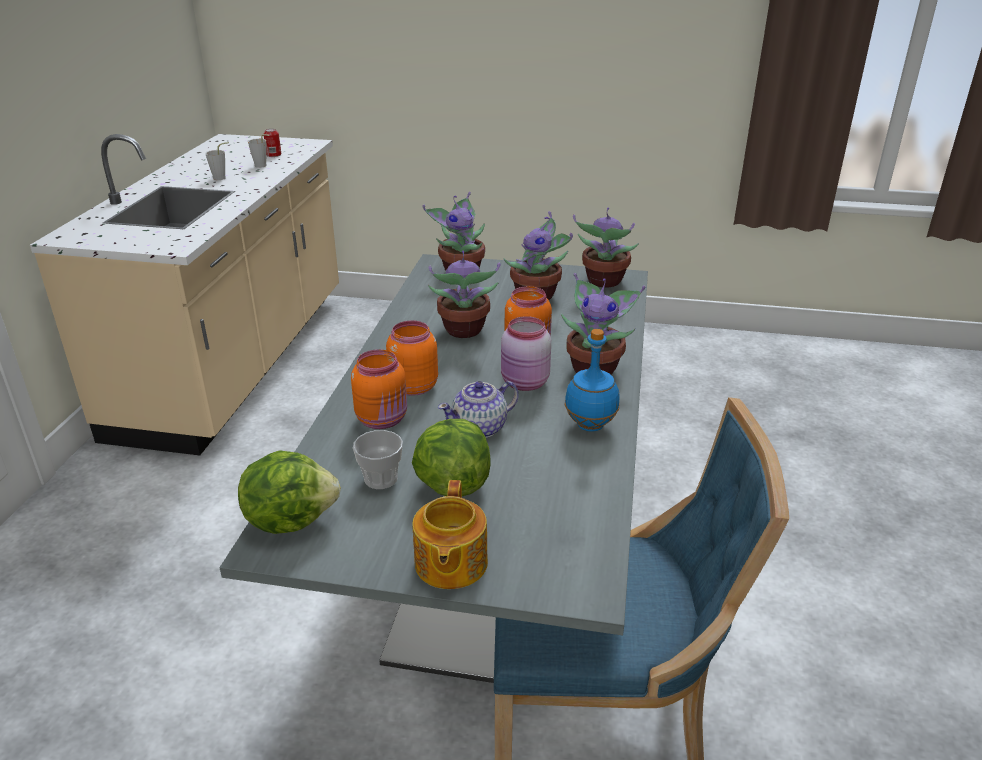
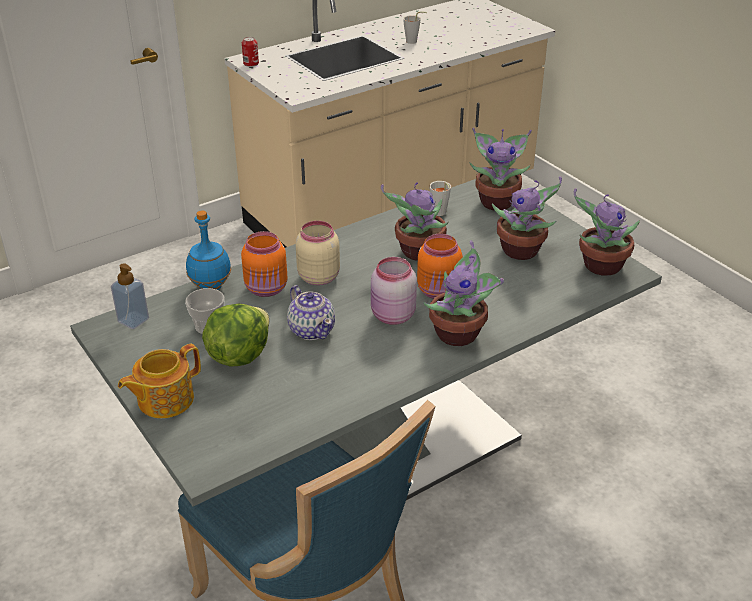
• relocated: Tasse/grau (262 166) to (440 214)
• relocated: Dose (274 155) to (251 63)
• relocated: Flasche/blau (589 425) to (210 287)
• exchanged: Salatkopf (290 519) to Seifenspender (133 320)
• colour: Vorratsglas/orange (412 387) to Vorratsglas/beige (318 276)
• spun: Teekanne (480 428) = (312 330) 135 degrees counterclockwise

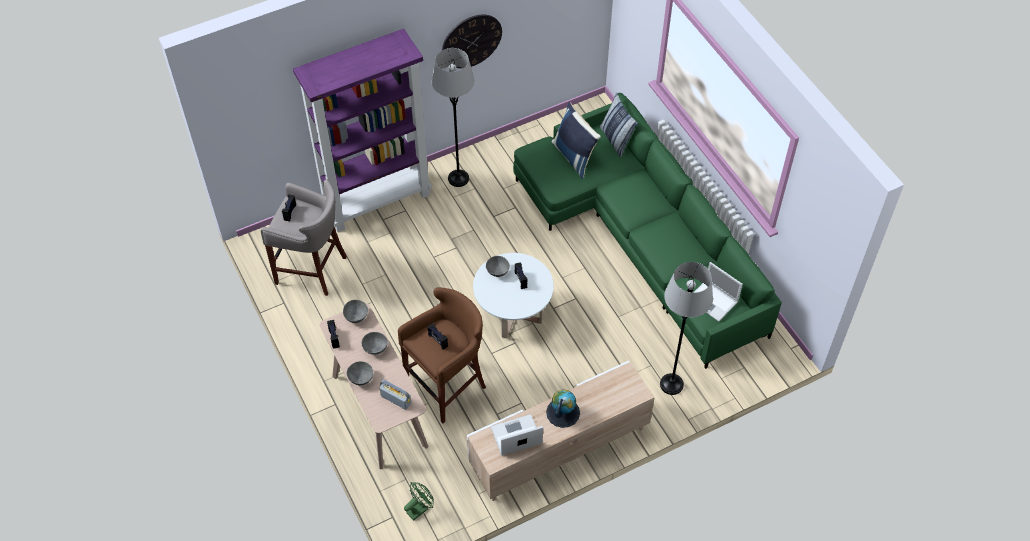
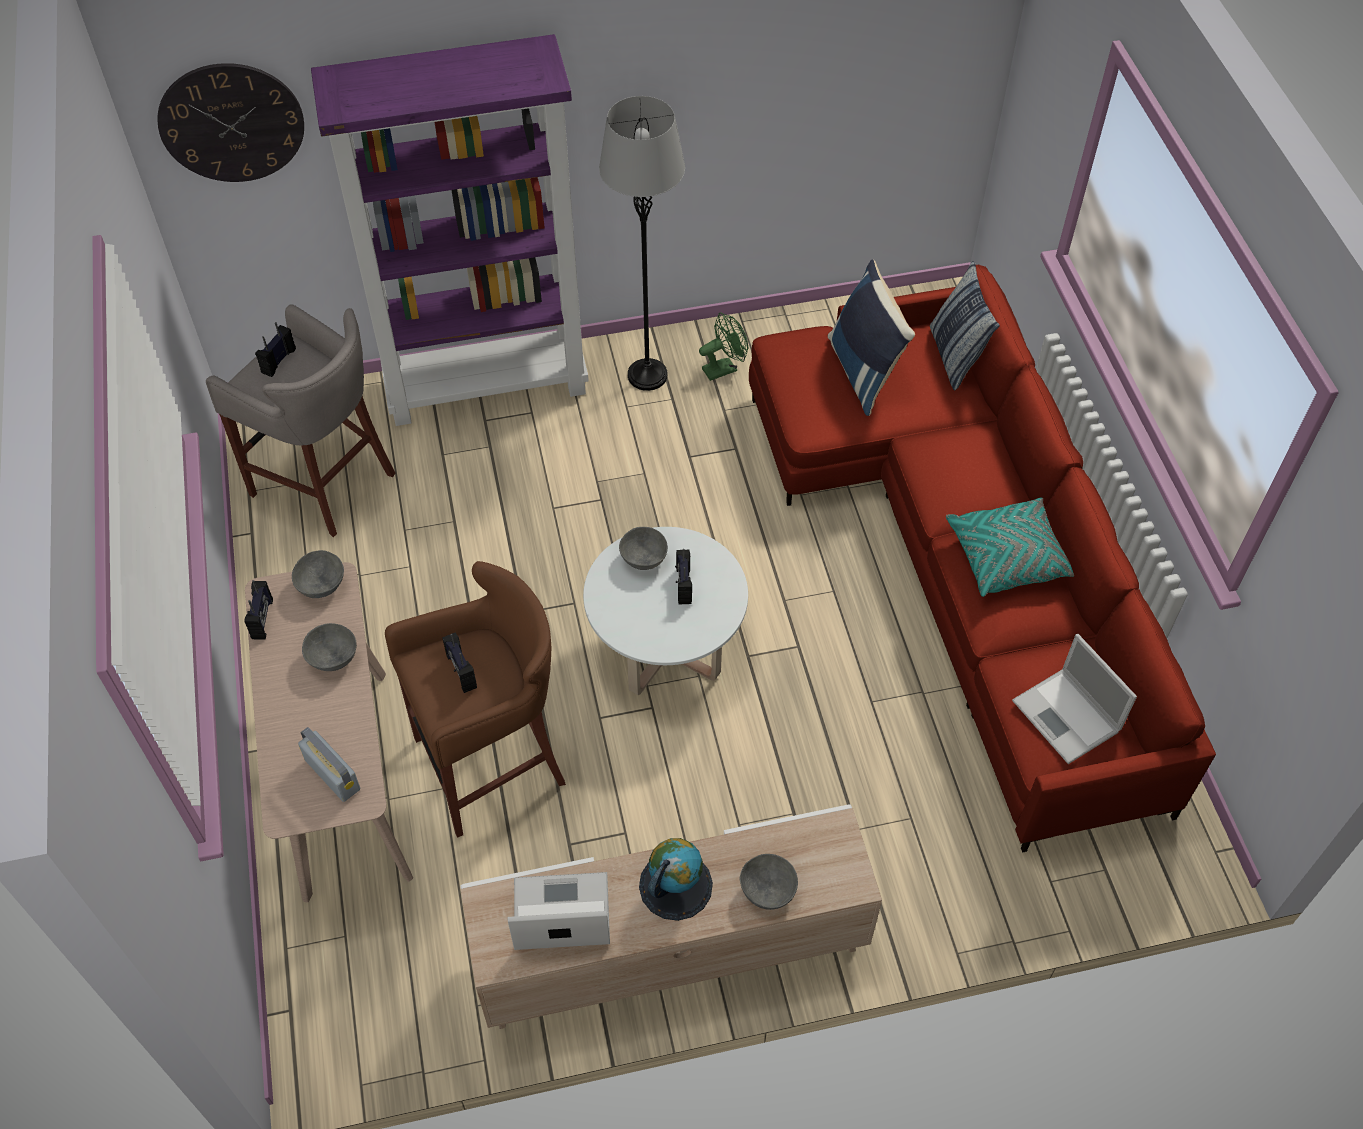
• missing: Stehlampe/grau (671 384)
• appeared: Kissen/türkis (1008 556)
• relocated: Schüssel/grau (360 378) to (767 890)
• relocated: Ventilator/grün (420 508) to (724 368)
• relocated: Wanduhr (471 41) to (231 123)
• colour: Sofa/grün (641 239) to Sofa/rot (961 559)

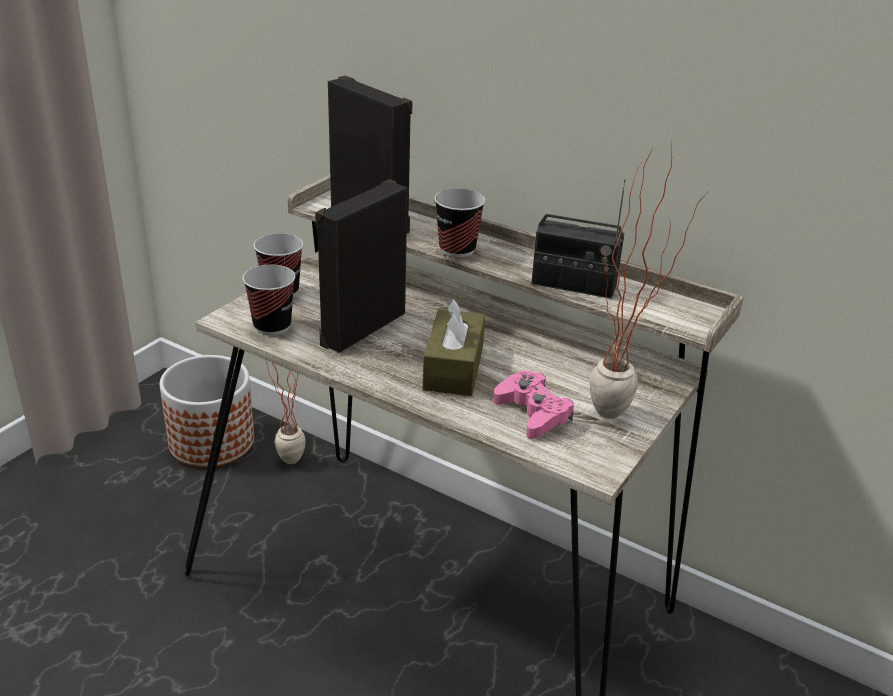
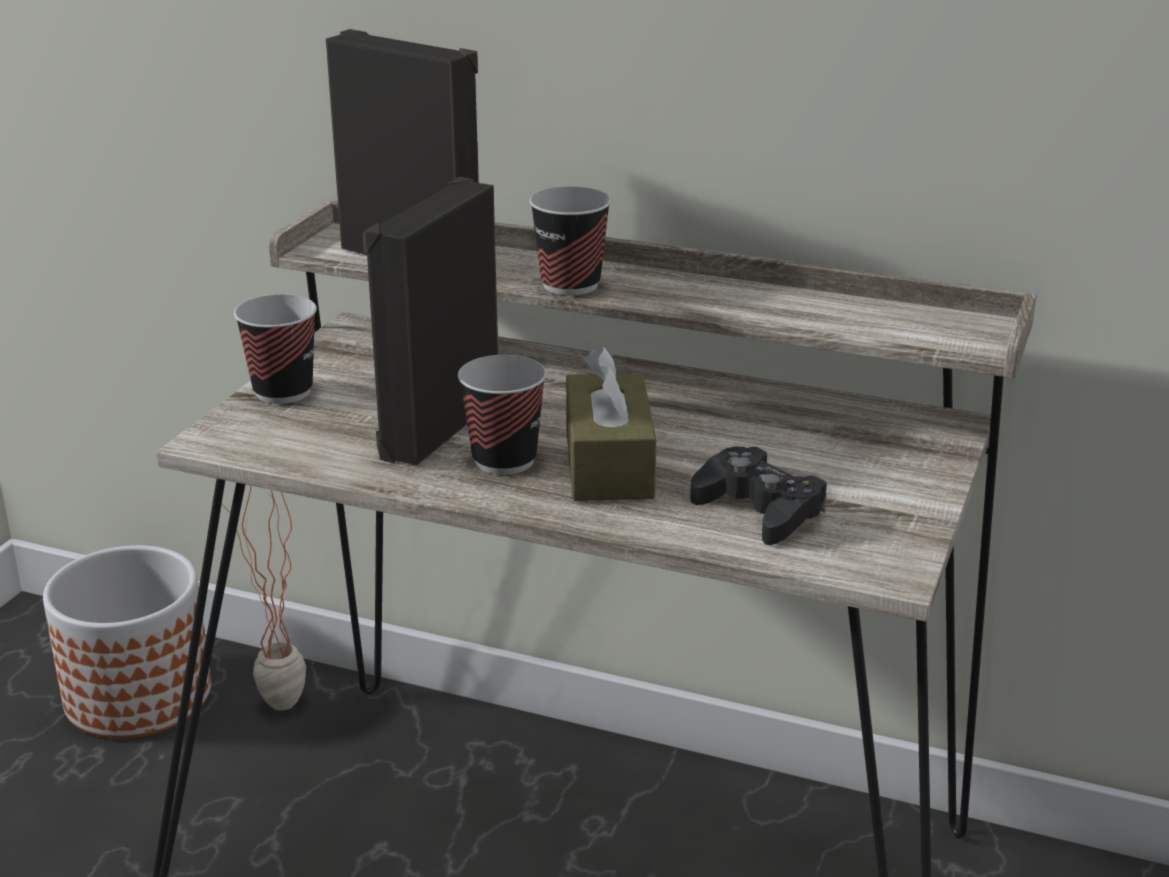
• missing: Radio (573 284)
• missing: Topfpflanze (621 420)
• relocated: Tasse (272 326) to (504 460)
• colour: Gamepad/rosa (532 413) to Gamepad/schwarz (759 509)

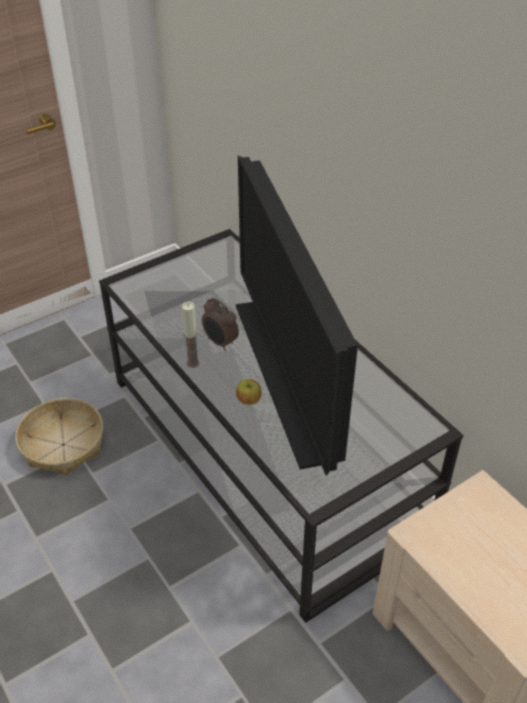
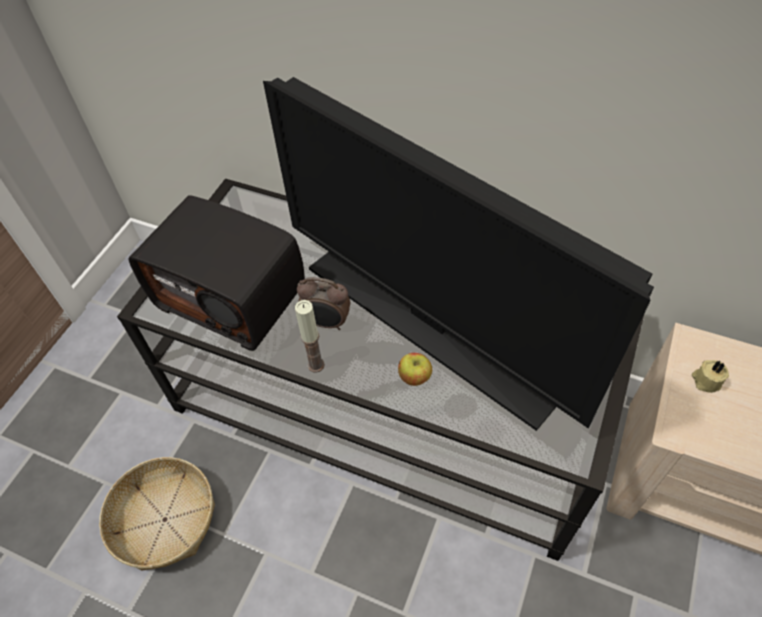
• appeared: Radio (232 295)
• appeared: Kerze/beige (705 381)

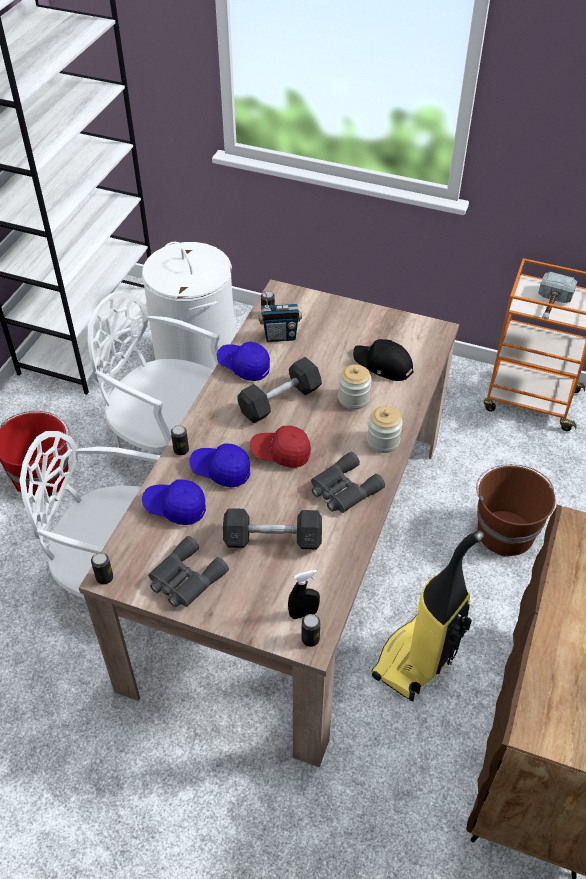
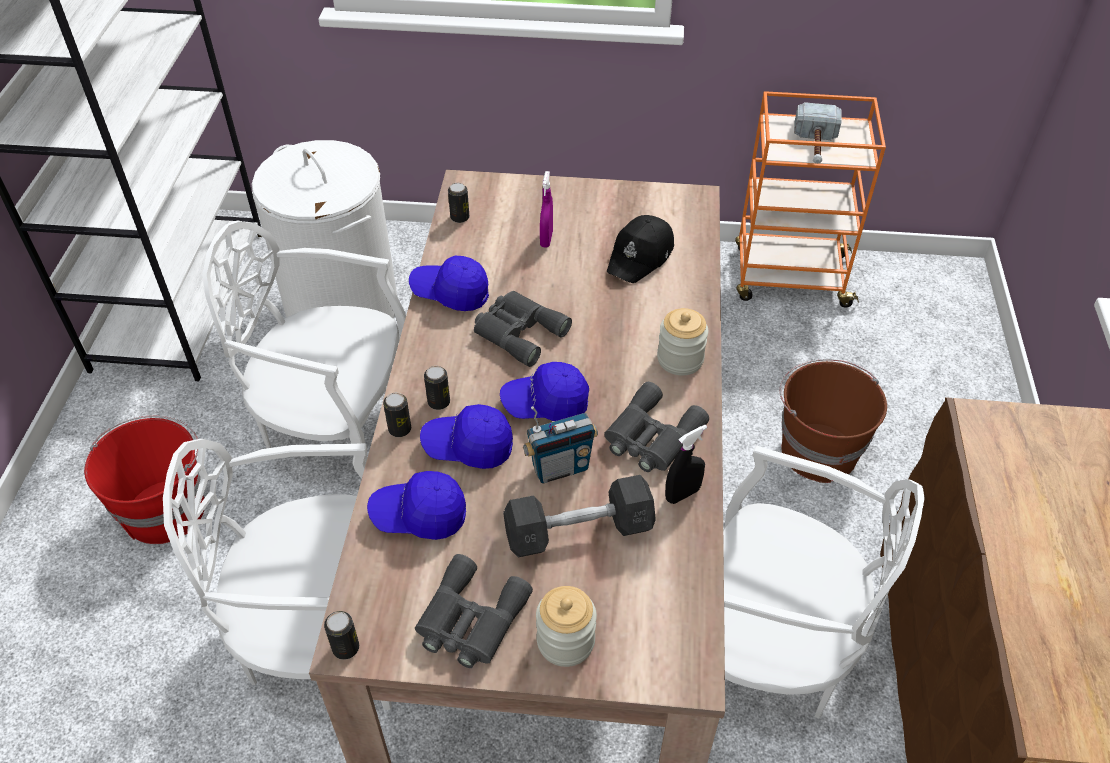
• appeared: Sprühflasche/lila (546 239)
• relocated: Radio (280 336) to (560 468)
• relocated: Sprühflasche/schwarz (303 613) to (682 494)
• relocated: Dose (310 639) to (439 402)
• relocated: Vorratsglas (353 399) to (565 641)
• exchanged: Hantel/grau (280 401) to Fernglas/grau (518 331)
• exchanged: Staubsauger (416 660) to Stuhl/weiß (766 649)
• colour: Kappe/rot (281 453) to Kappe/blau (545 404)
• spun: Kappe/schwarz (383 365) = (641 256) 75 degrees counterclockwise

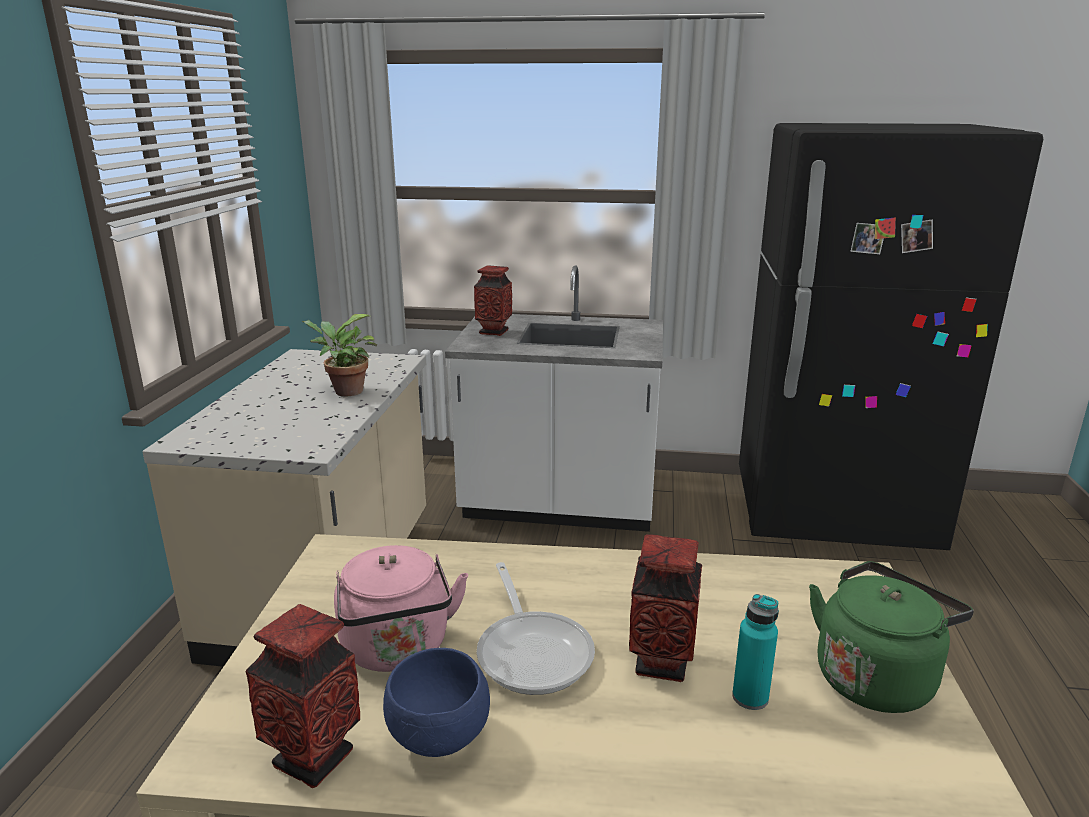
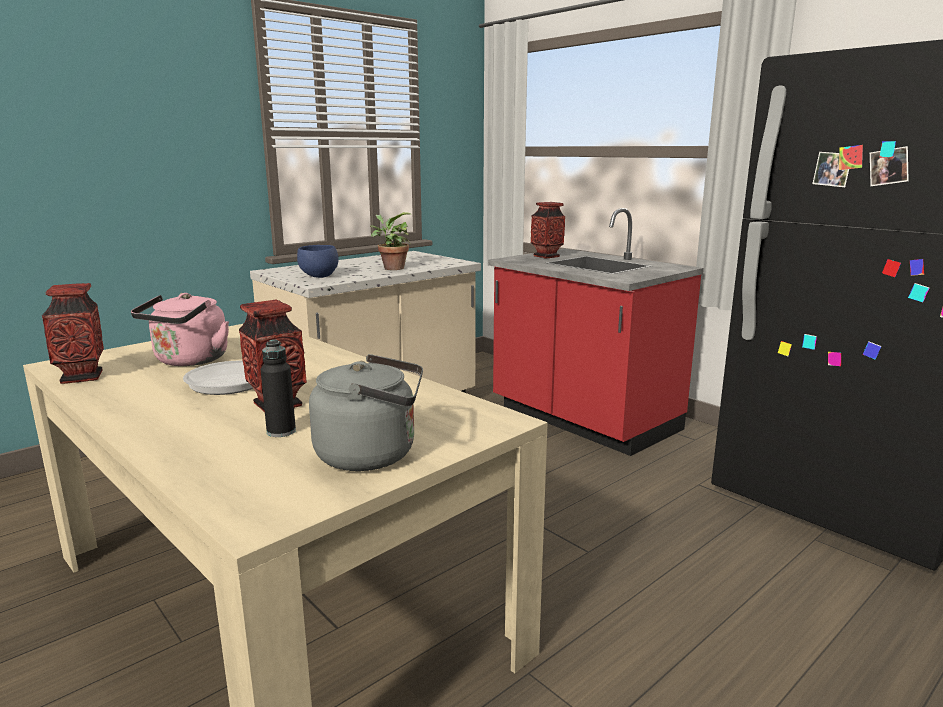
• relocated: Schüssel/blau (442 738) to (319 276)
• colour: Küchenzeile/weiß (559 505) to Küchenzeile/rot (583 419)
• colour: Flasche/türkis (750 697) to Flasche/schwarz (281 431)
• colour: Wasserkessel/grün (876 677) to Wasserkessel/grau (372 455)

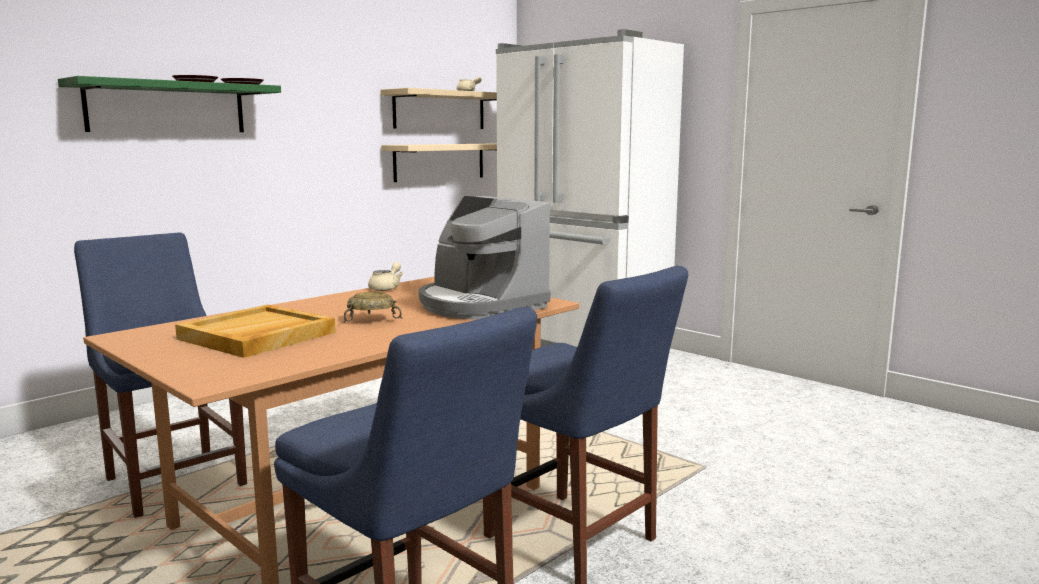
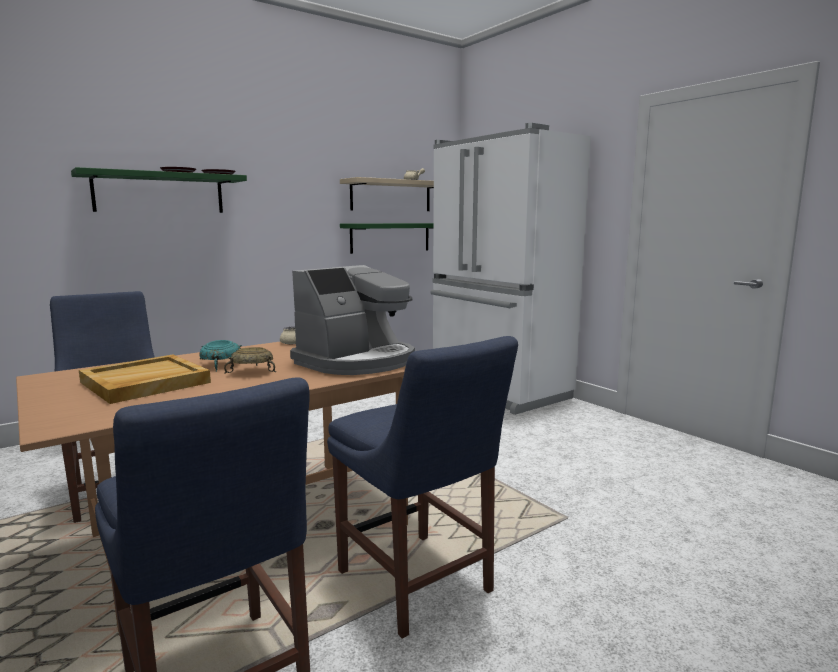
• appeared: Schüssel/türkis (221 364)
• colour: Wandregal/beige (439 162) to Wandregal/grün (390 237)
• spun: Kaffeemaschine (480 305) = (357 361) 105 degrees counterclockwise

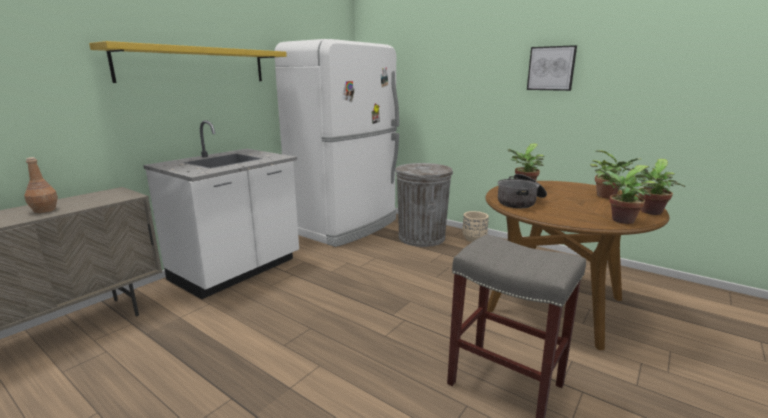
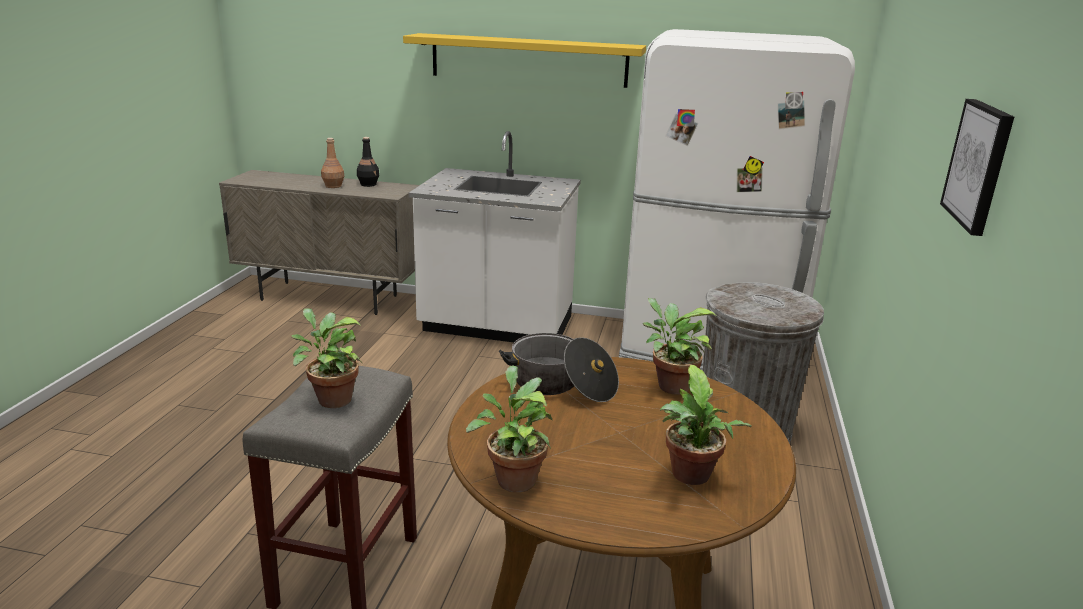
• missing: Pflanzkübel/beige (474 239)
• appeared: Flasche/schwarz (368 184)
• relocated: Topfpflanze (650 212) to (331 399)

